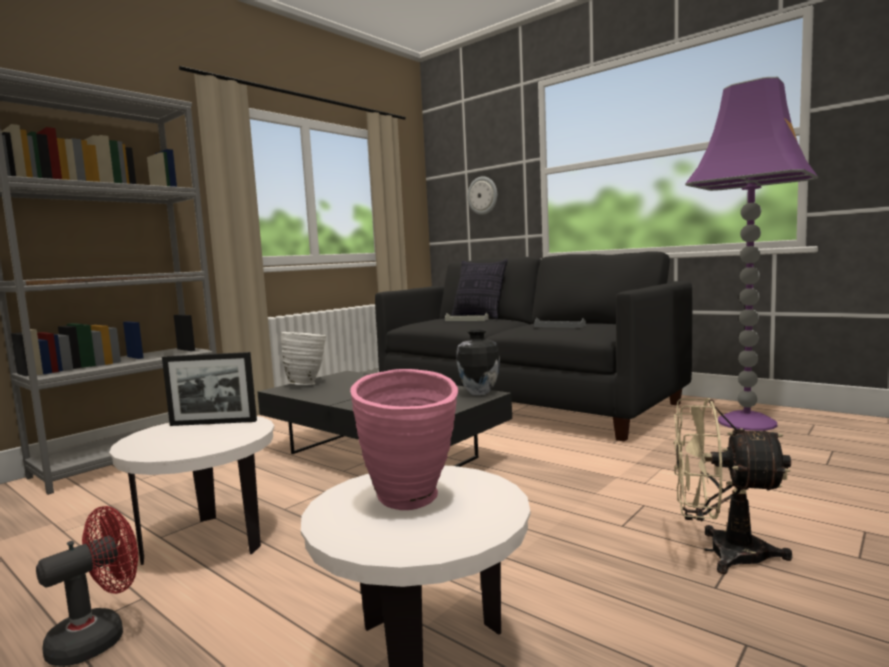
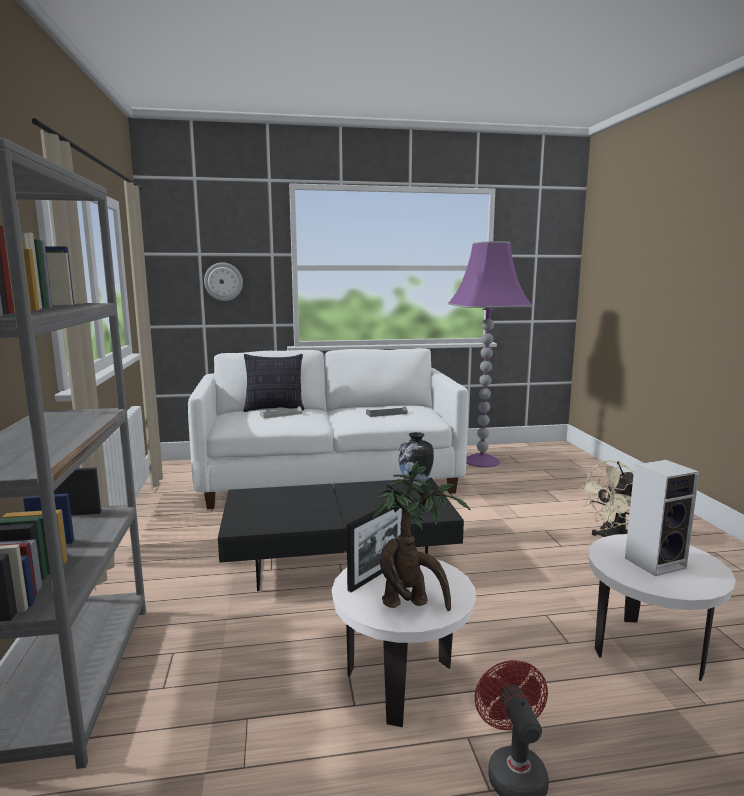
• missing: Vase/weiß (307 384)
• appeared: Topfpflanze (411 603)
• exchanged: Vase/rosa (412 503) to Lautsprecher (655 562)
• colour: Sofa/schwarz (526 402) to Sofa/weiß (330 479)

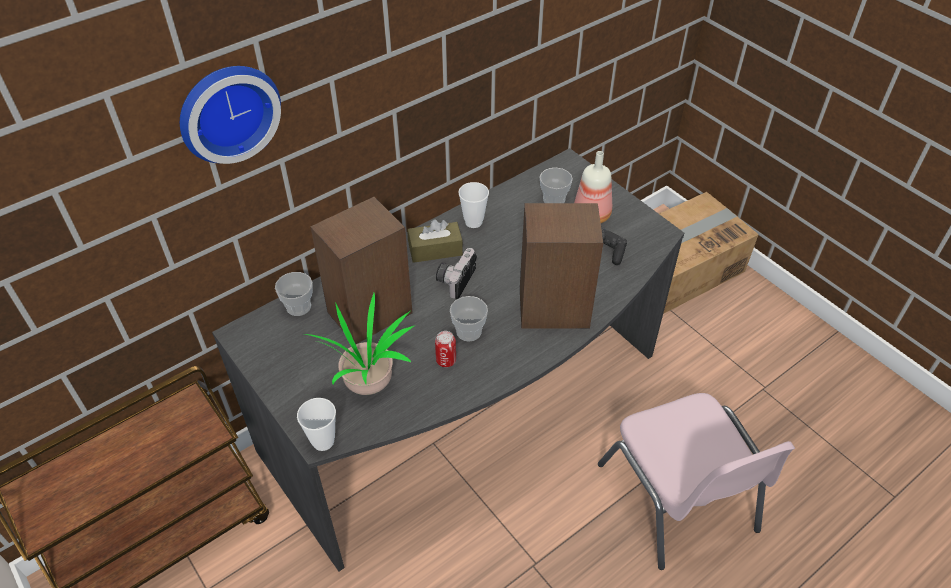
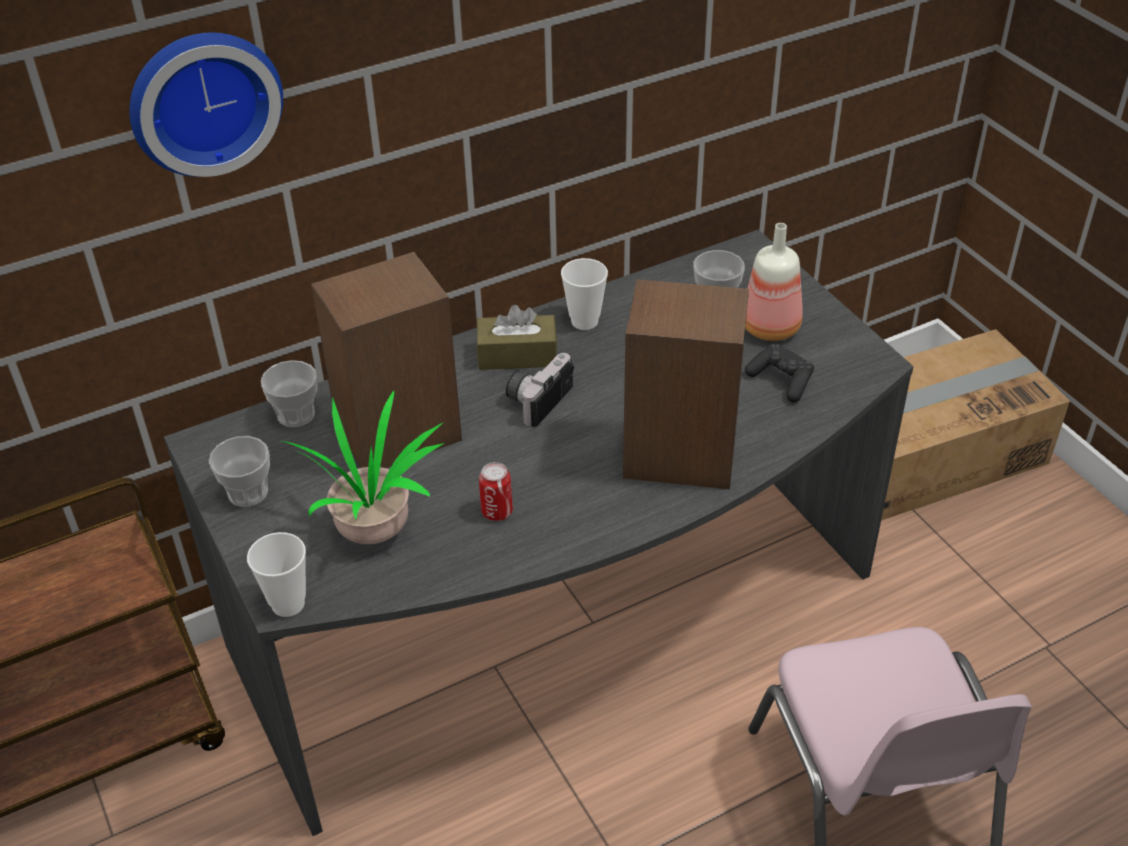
• relocated: Tasse (469 331) to (248 493)

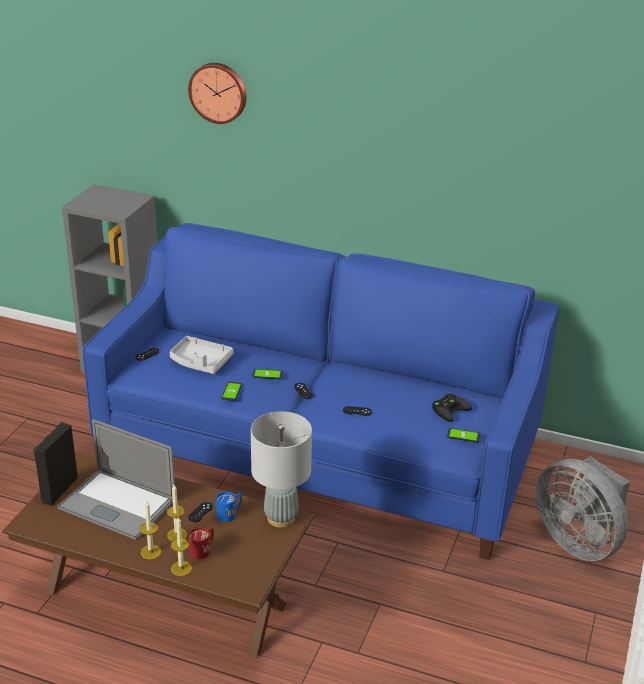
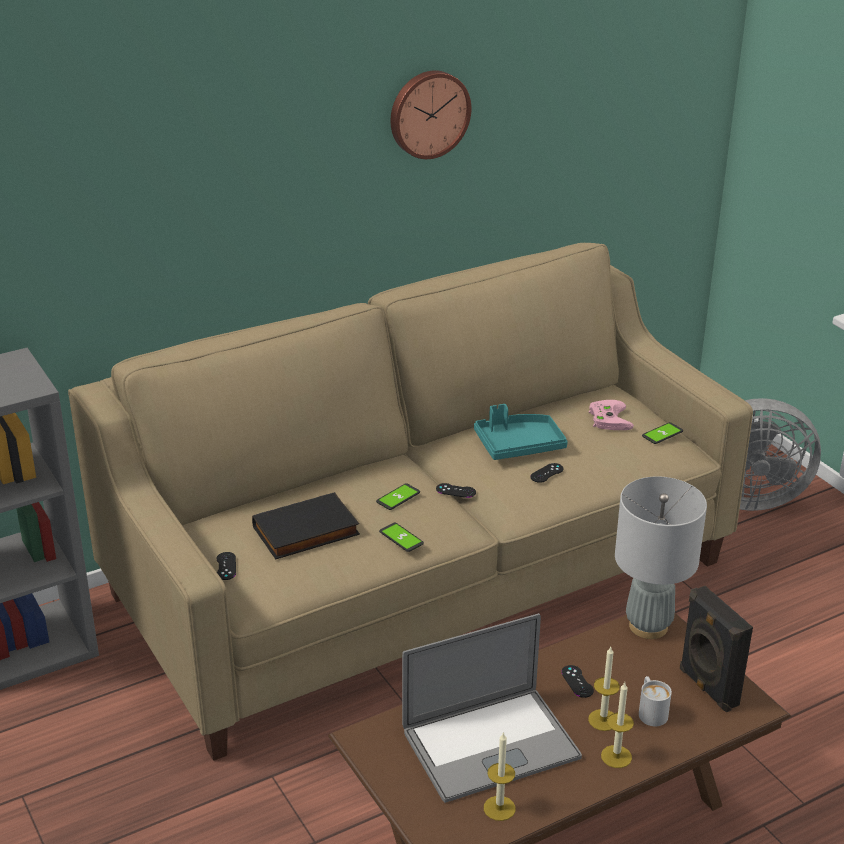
• missing: Henkelbecher/blau (230 513)
• appeared: Tablett/türkis (518 445)
• relocated: Lautsprecher/schwarz (58 490) to (707 687)
• relocated: Kerze (181 568) to (499 808)
• relocated: Wanduhr (218 92) to (428 113)
• exchanged: Tablett/grau (200 362) to Buch/schwarz (306 532)
• colour: Sofa/blau (319 452) to Sofa/beige (420 578)
• colour: Henkelbecher/rot (203 549) to Henkelbecher/weiß (650 711)
• colour: Gamepad/schwarz (450 408) to Gamepad/rosa (607 418)

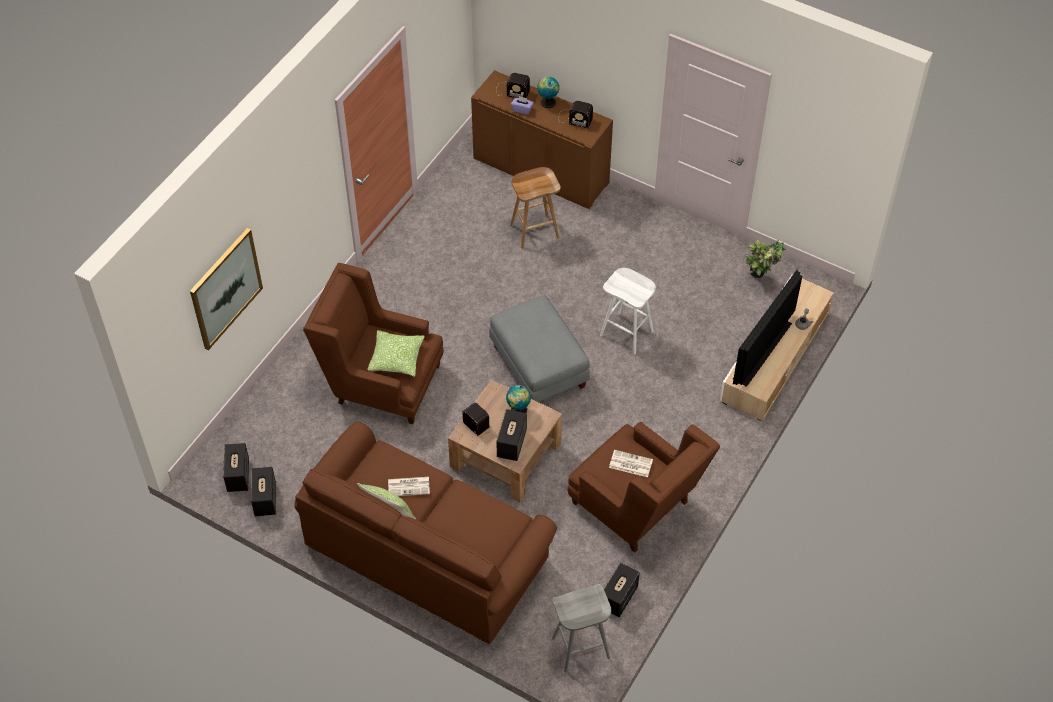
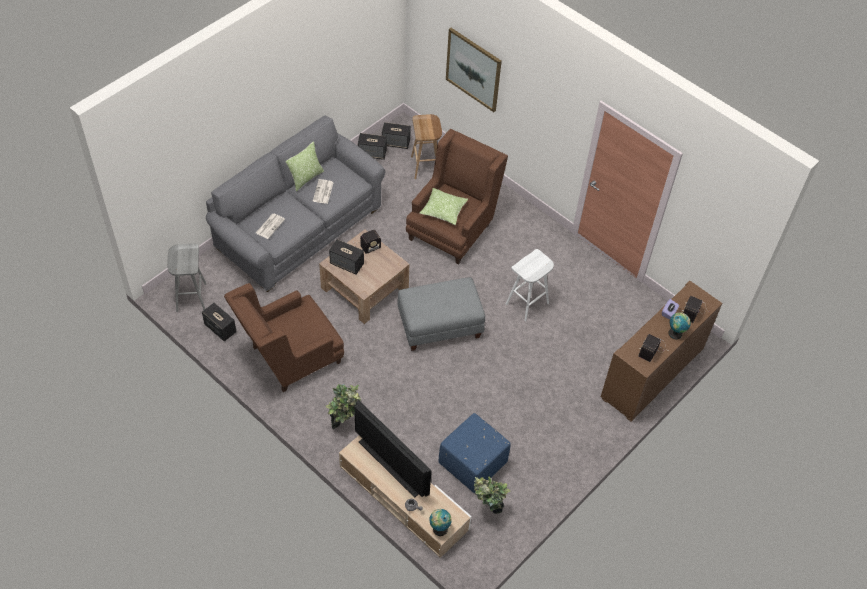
• appeared: Topfpflanze (345 423)
• appeared: Polsterhocker/blau (472 464)
• relocated: Globus (518 410) to (439 528)
• relocated: Hocker/braun (535 231) to (426 167)
• relocated: Hocker/weiß (627 333) to (527 304)
• relocated: Zeitung (630 464) to (270 226)
• colour: Sofa/braun (426 553) to Sofa/grau (299 228)

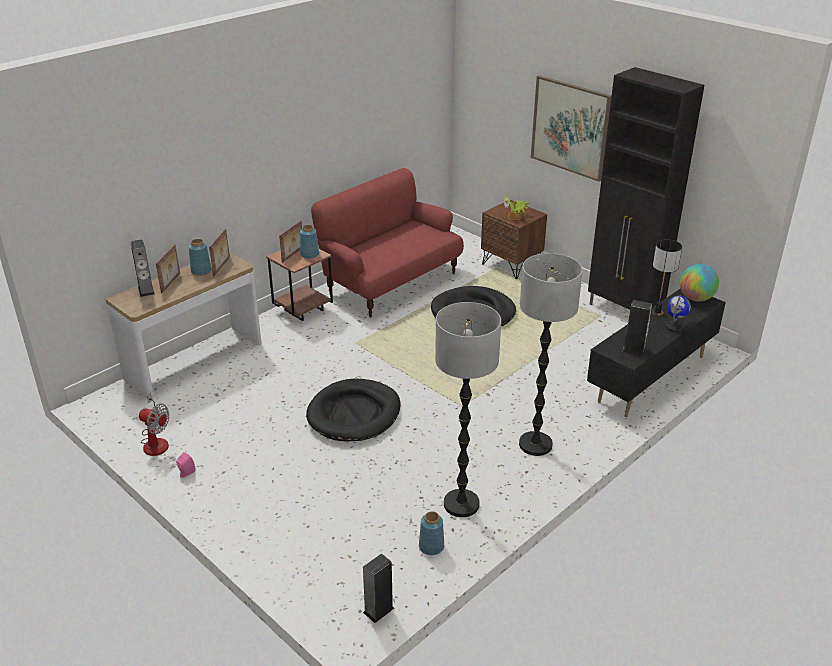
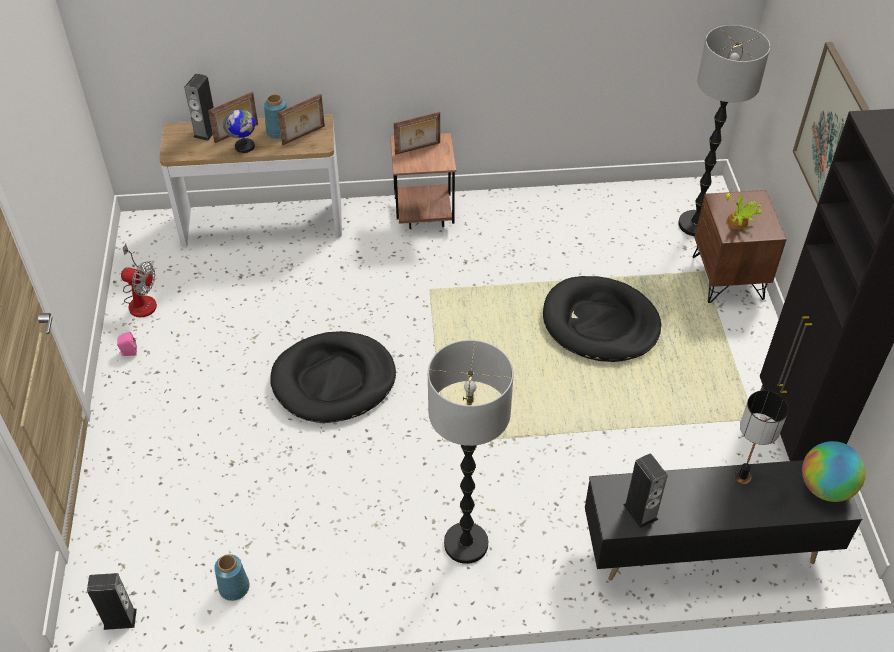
• missing: Vase/blau (309 254)
• missing: Sofa/rot (390 283)
• relocated: Stehlampe (461 504) to (696 224)
• relocated: Globus (674 327) to (245 146)
• spun: Ventilator (155 441) = (141 299) 45 degrees counterclockwise

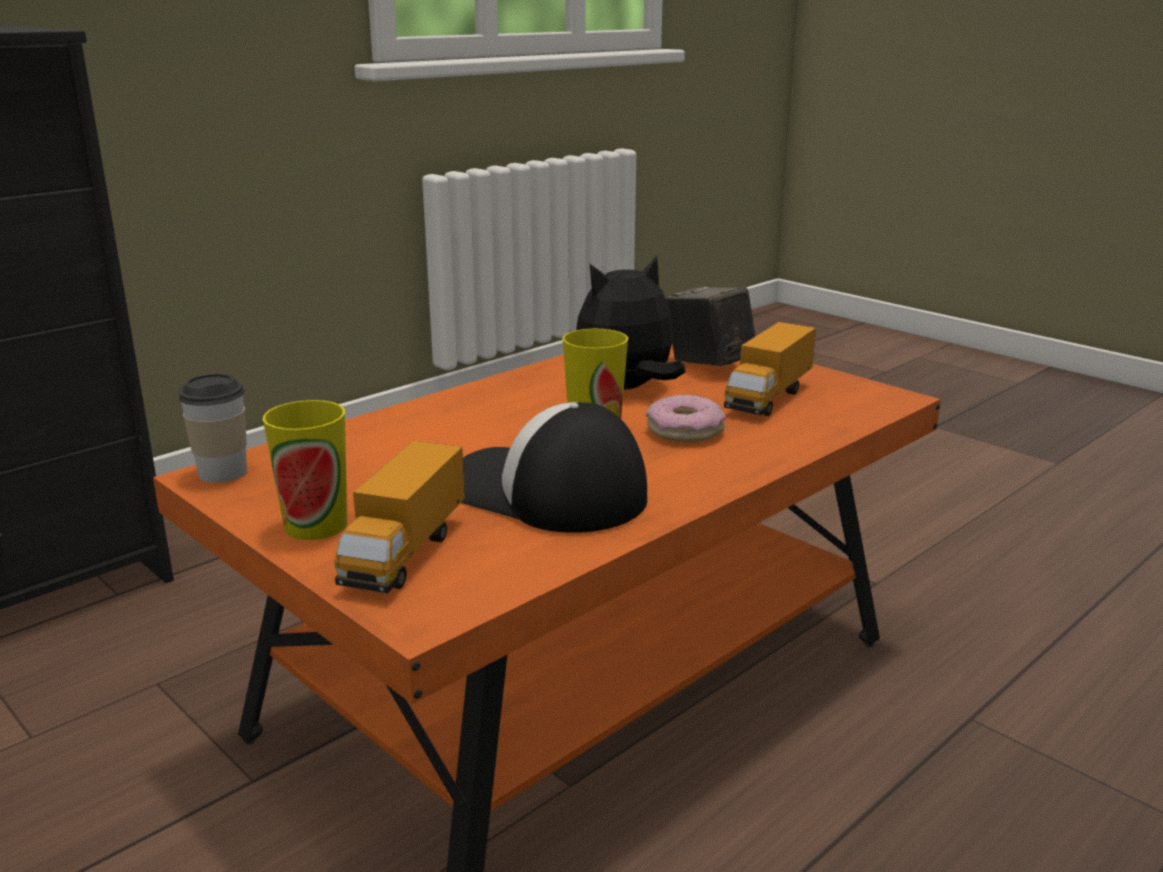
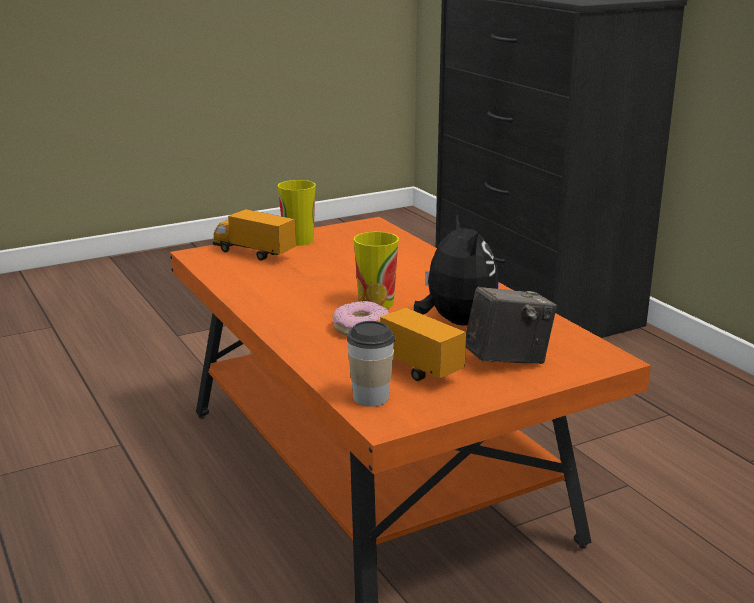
• missing: Kappe (545 491)
• relocated: Tasse (223 473) to (371 397)

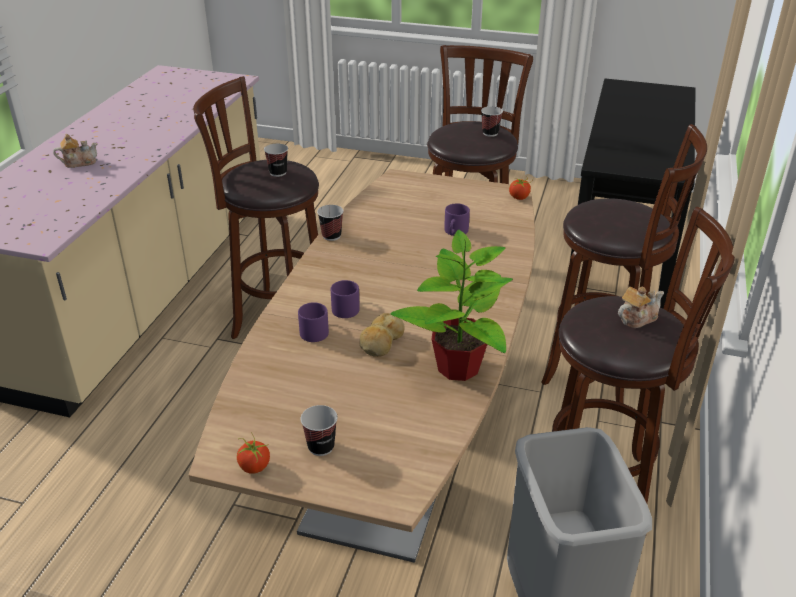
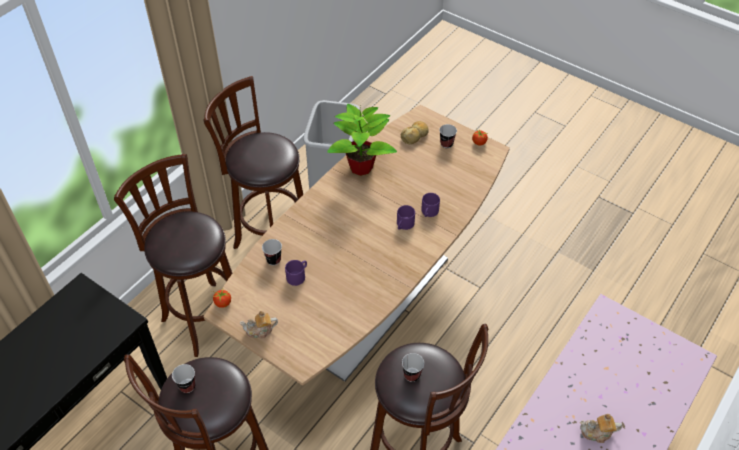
• relocated: Tasse (331 236) to (273 260)
• relocated: Brot (381 342) to (415 135)
• relocated: Teekanne (637 318) to (260 330)

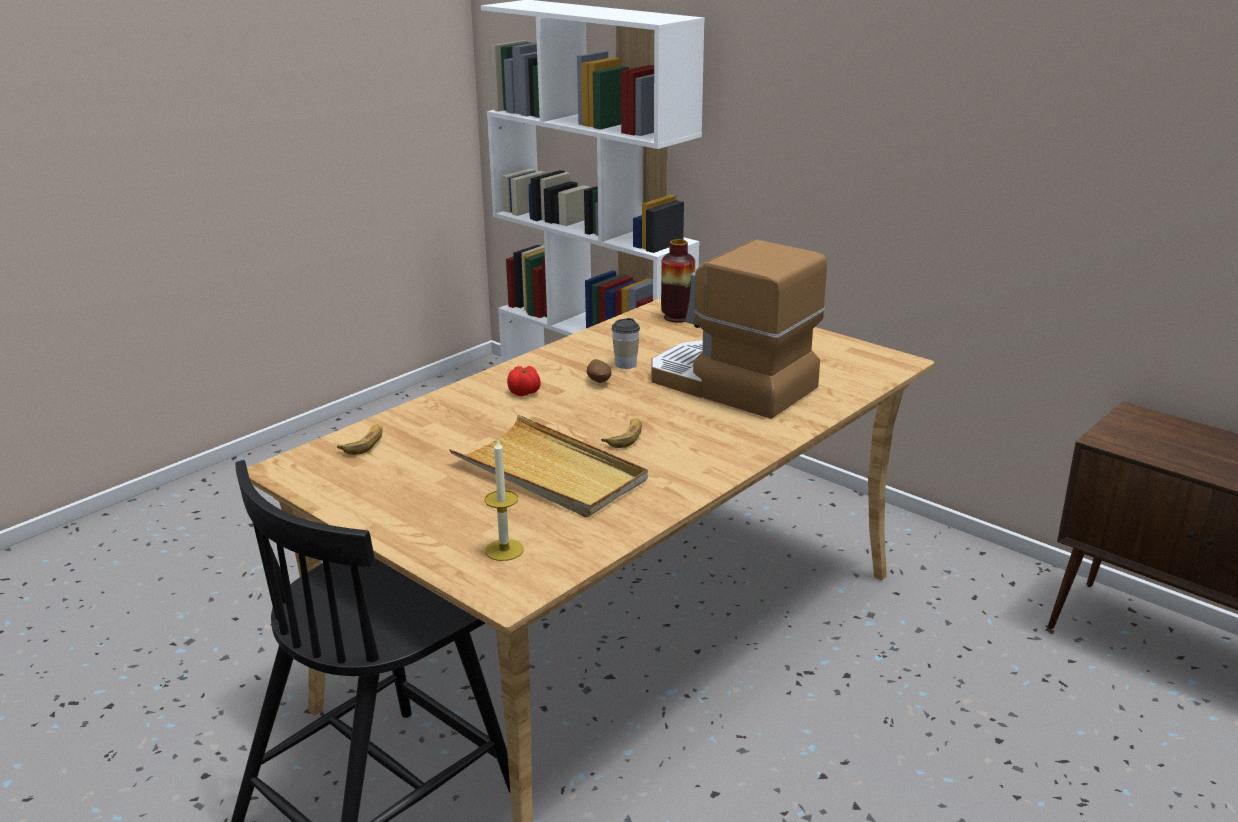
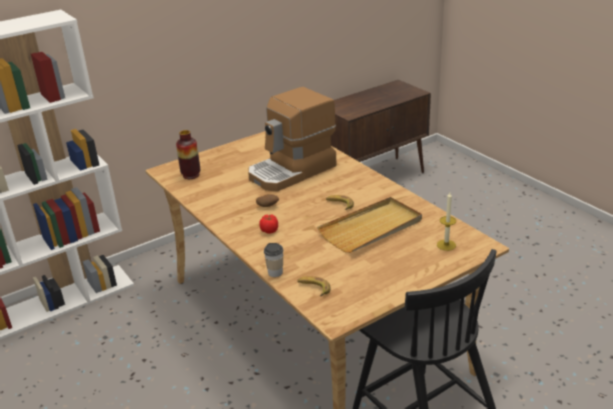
• relocated: Tasse (625 364) to (275 272)

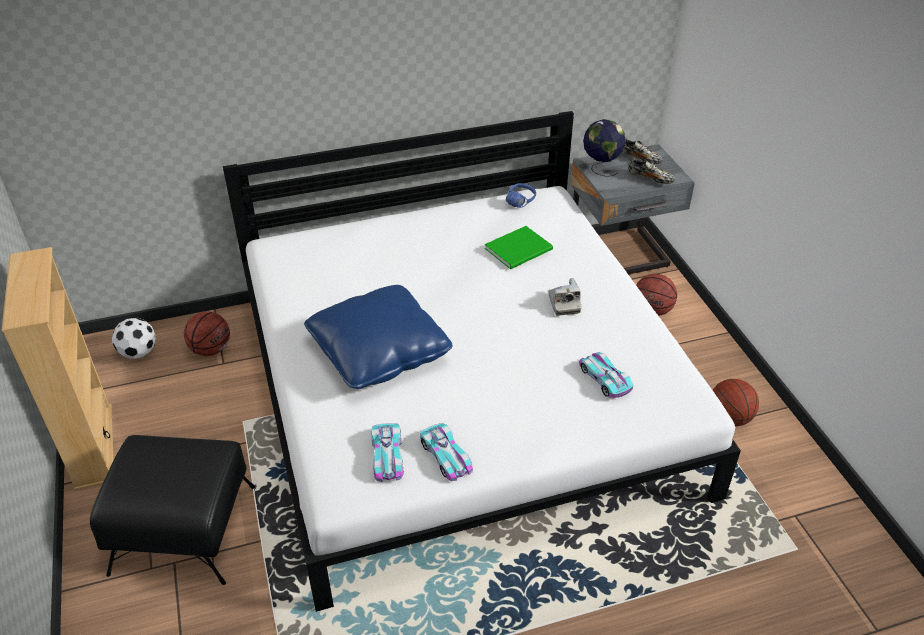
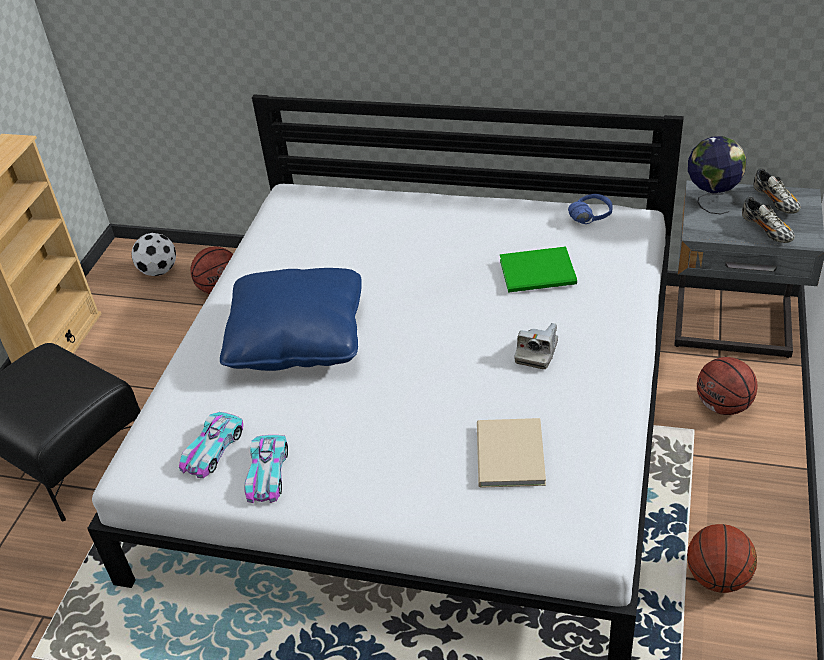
• exchanged: Spielzeugauto (604 378) to Buch/beige (508 457)

